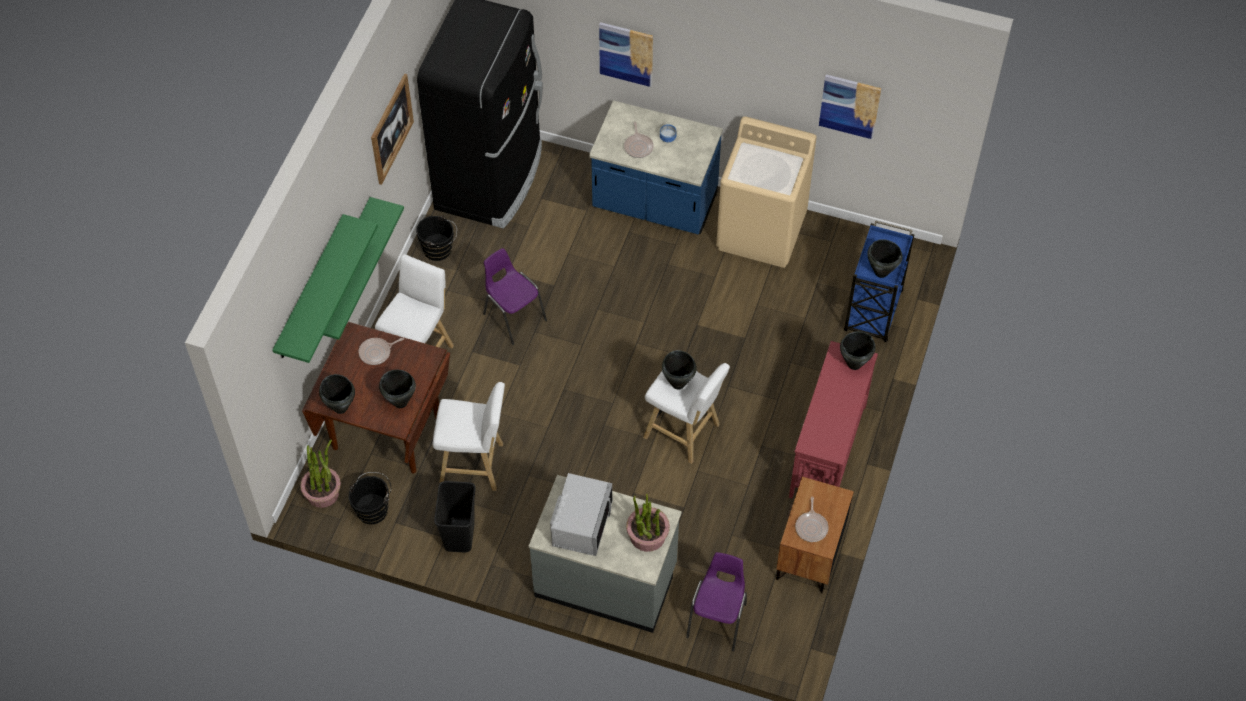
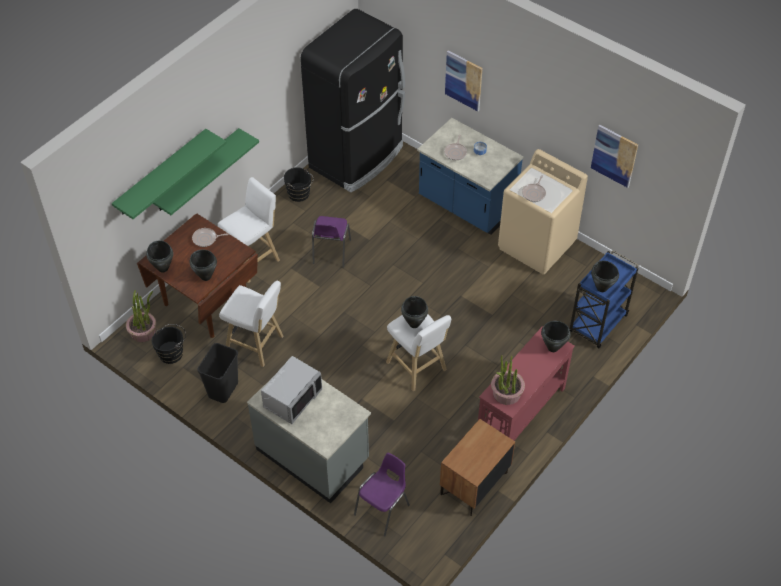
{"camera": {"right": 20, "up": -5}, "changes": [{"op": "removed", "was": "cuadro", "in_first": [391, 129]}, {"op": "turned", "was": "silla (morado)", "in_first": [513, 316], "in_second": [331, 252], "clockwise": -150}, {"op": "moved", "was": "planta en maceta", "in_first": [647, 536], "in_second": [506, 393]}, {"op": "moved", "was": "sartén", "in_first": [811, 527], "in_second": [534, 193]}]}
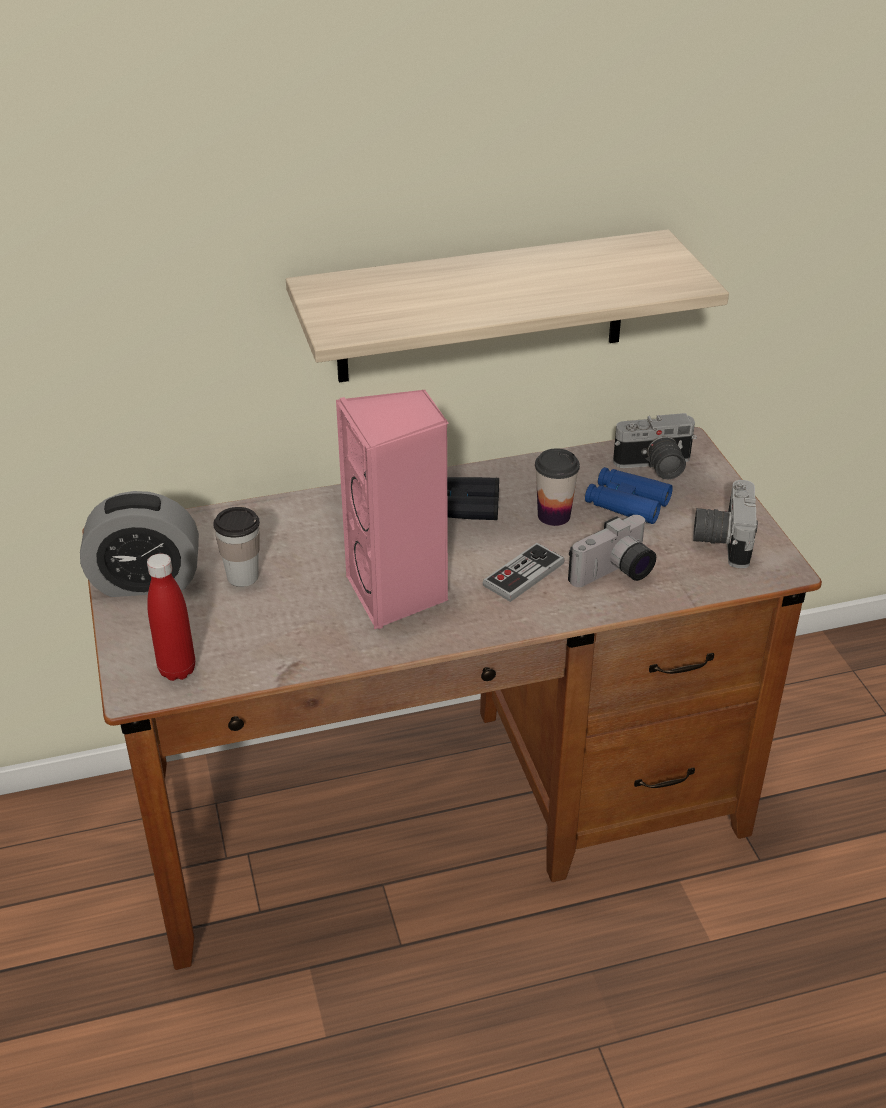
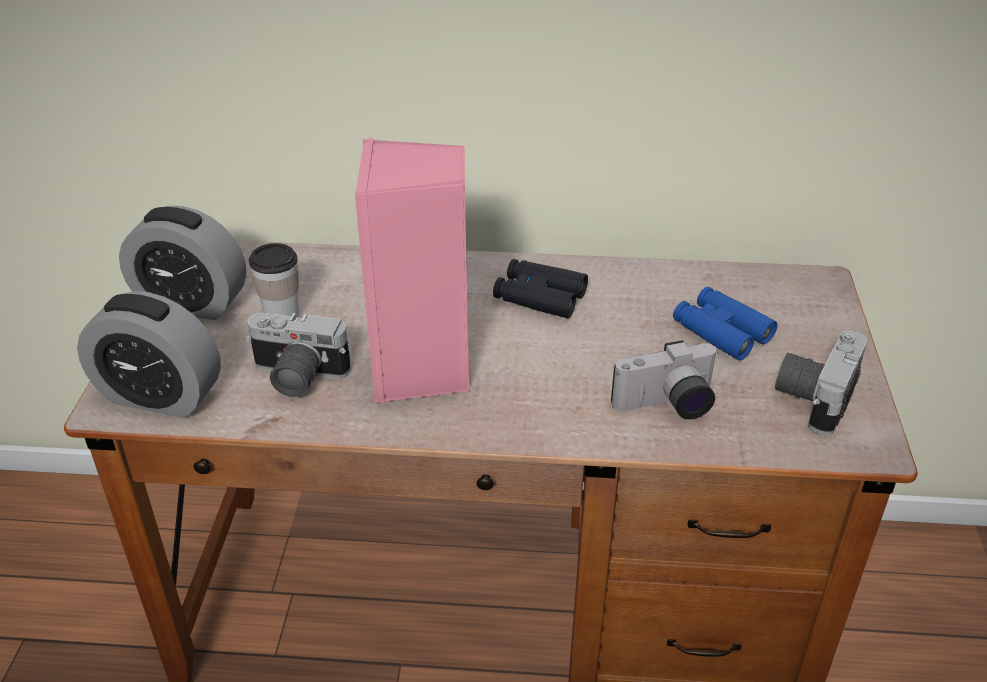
{"camera": {"right": 20, "up": 0}, "changes": [{"op": "replaced", "was": "botella (rojo)", "now": "despertador", "in_first": [177, 670], "in_second": [160, 396]}, {"op": "removed", "was": "estante", "in_first": [482, 307]}, {"op": "removed", "was": "mando de consola", "in_first": [523, 574]}, {"op": "removed", "was": "taza", "in_first": [554, 516]}, {"op": "moved", "was": "cámara", "in_first": [655, 467], "in_second": [296, 377]}]}
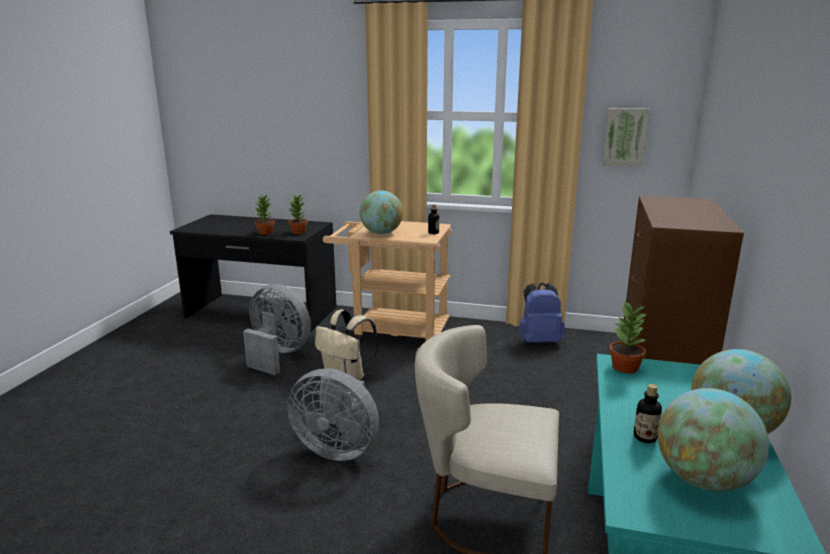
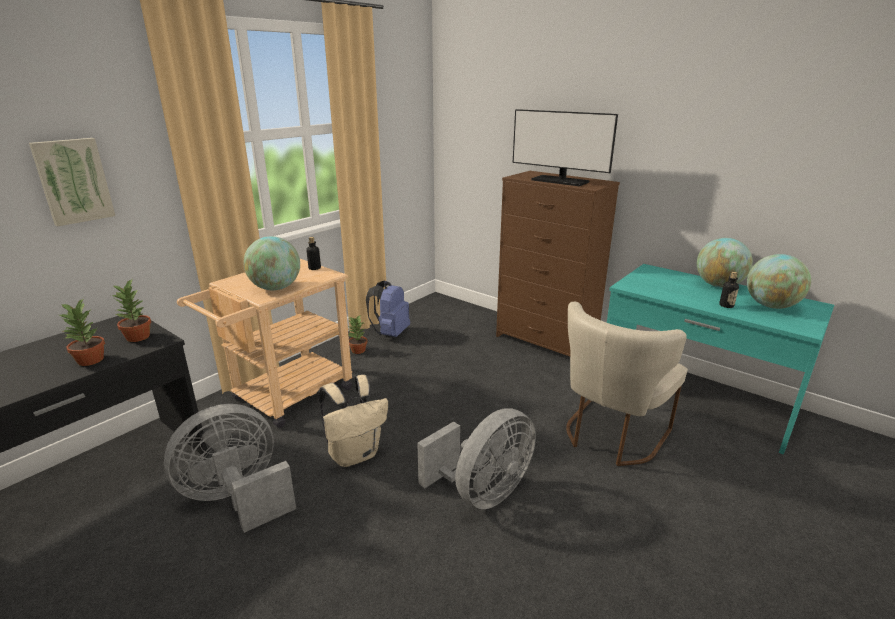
{"camera": {"right": -65, "up": 5}, "changes": [{"op": "moved", "was": "cuadro", "in_first": [625, 137], "in_second": [73, 181]}, {"op": "moved", "was": "planta en maceta", "in_first": [624, 367], "in_second": [358, 350]}, {"op": "added", "now": "monitor", "in_second": [560, 181]}]}
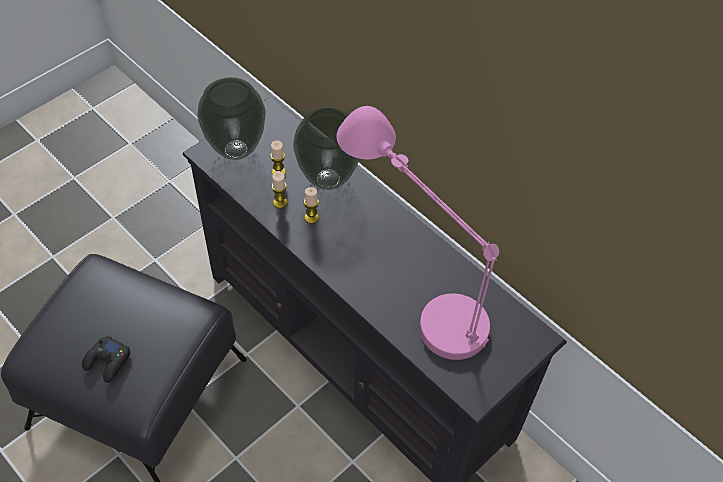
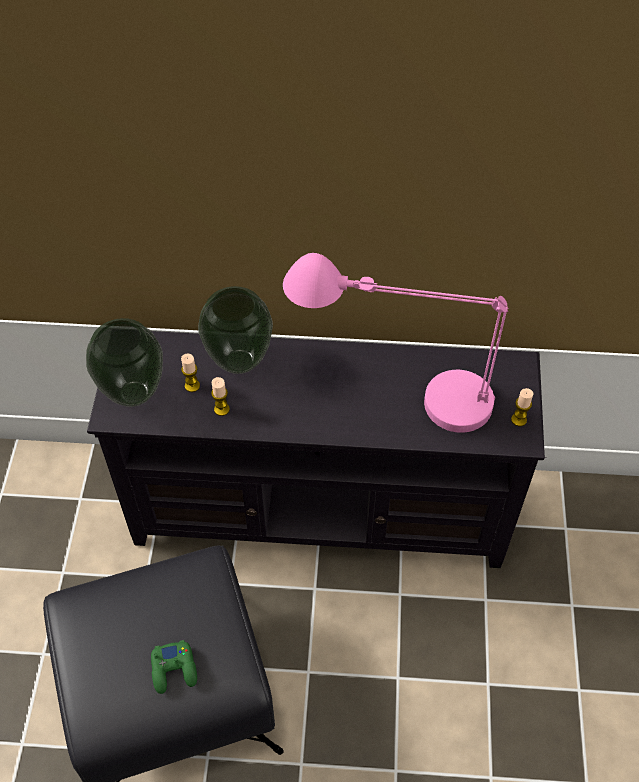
{"camera": {"right": -40, "up": 0}, "changes": [{"op": "recoloured", "was": "mando de consola (negro)", "now": "mando de consola (verde)", "in_first": [107, 362], "in_second": [174, 669]}, {"op": "moved", "was": "vela", "in_first": [311, 217], "in_second": [518, 419]}]}
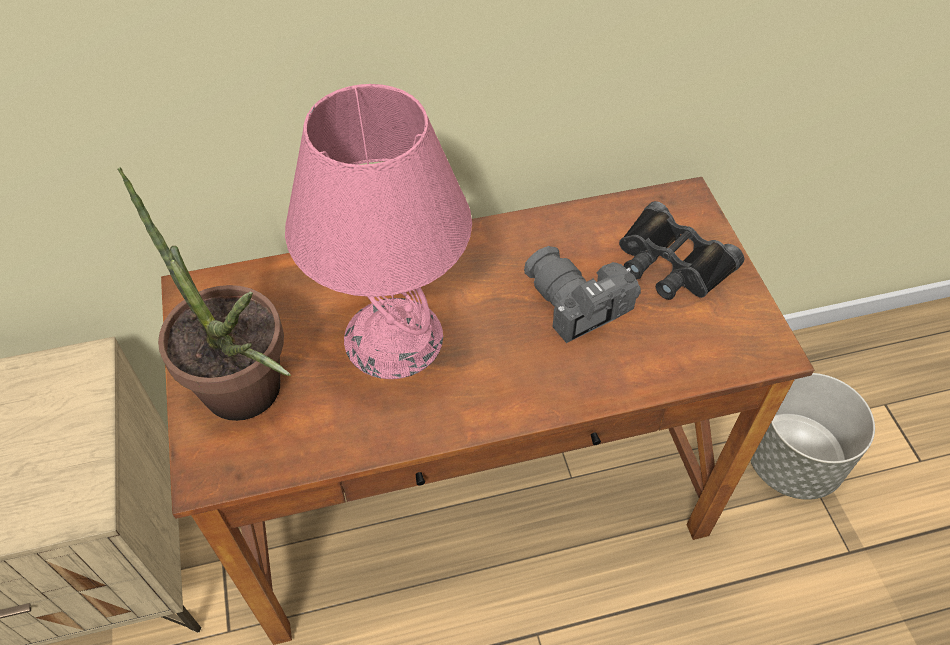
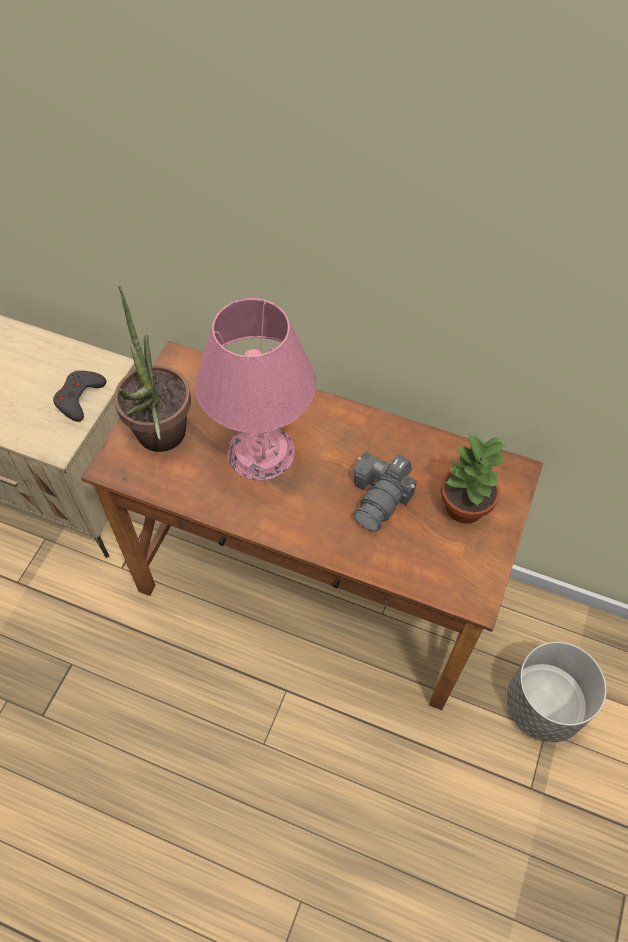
{"camera": {"right": 35, "up": 5}, "changes": [{"op": "turned", "was": "cámara", "in_first": [576, 306], "in_second": [380, 498], "clockwise": -150}, {"op": "replaced", "was": "prismáticos (negro)", "now": "planta en maceta", "in_first": [671, 263], "in_second": [465, 507]}, {"op": "added", "now": "mando de consola (gris)", "in_second": [79, 397]}]}
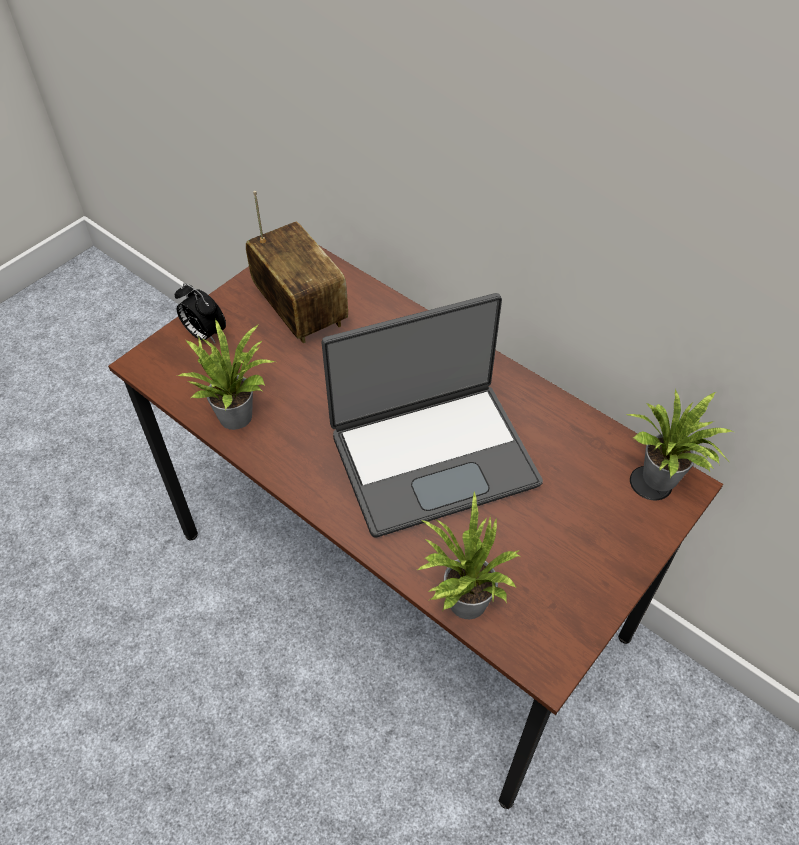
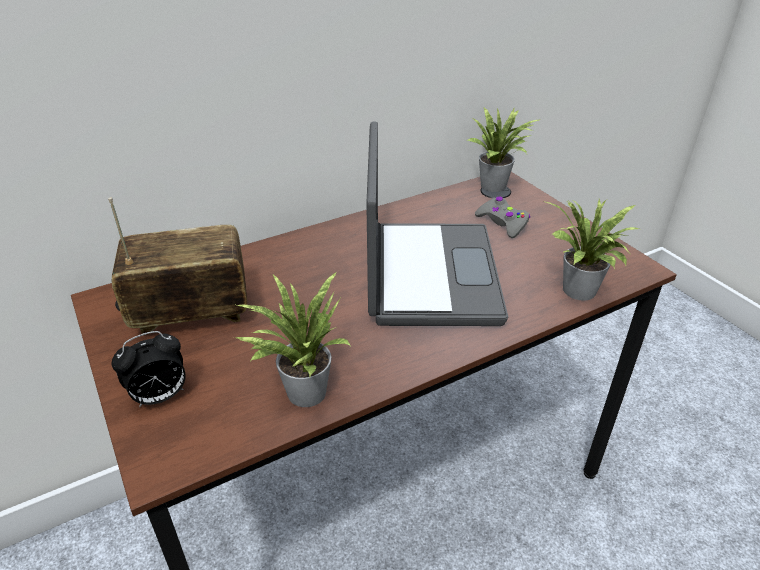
{"camera": {"right": -70, "up": -15}, "changes": [{"op": "added", "now": "mando de consola (gris)", "in_second": [502, 223]}]}
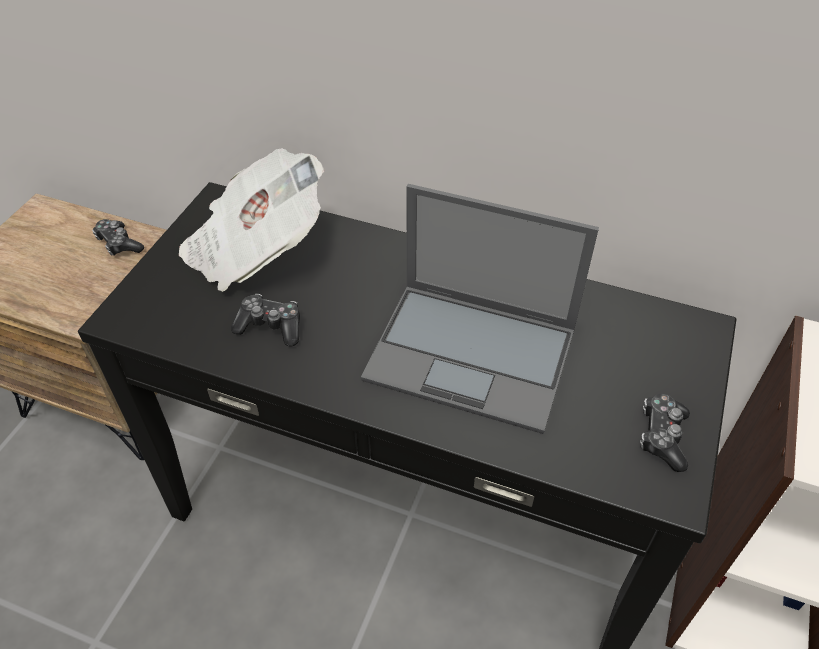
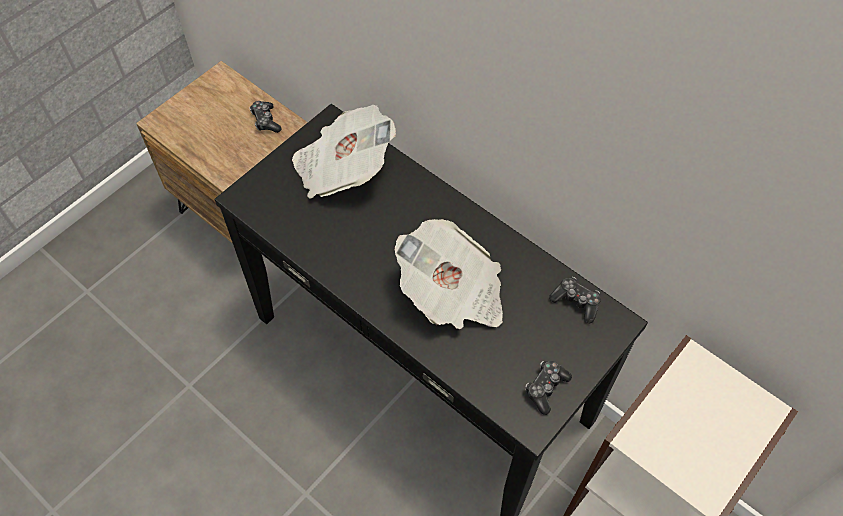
{"camera": {"right": 20, "up": 10}, "changes": [{"op": "moved", "was": "mando de consola", "in_first": [270, 326], "in_second": [576, 302]}, {"op": "replaced", "was": "portátil", "now": "periódico", "in_first": [473, 354], "in_second": [452, 293]}]}
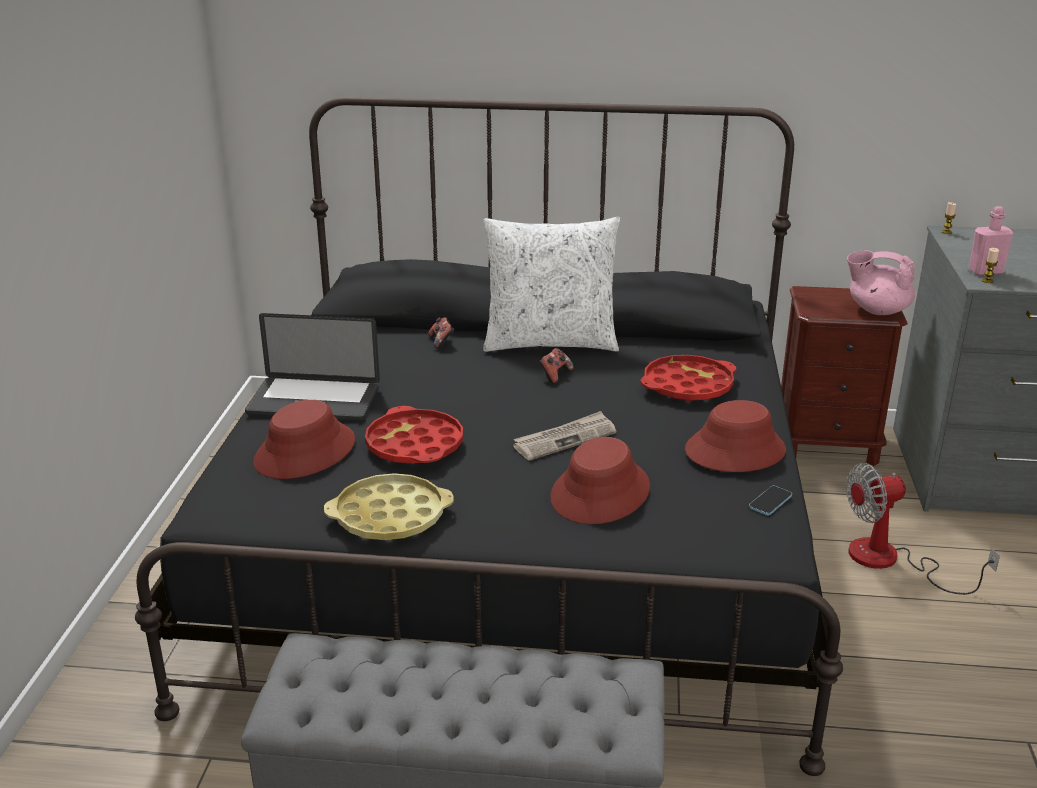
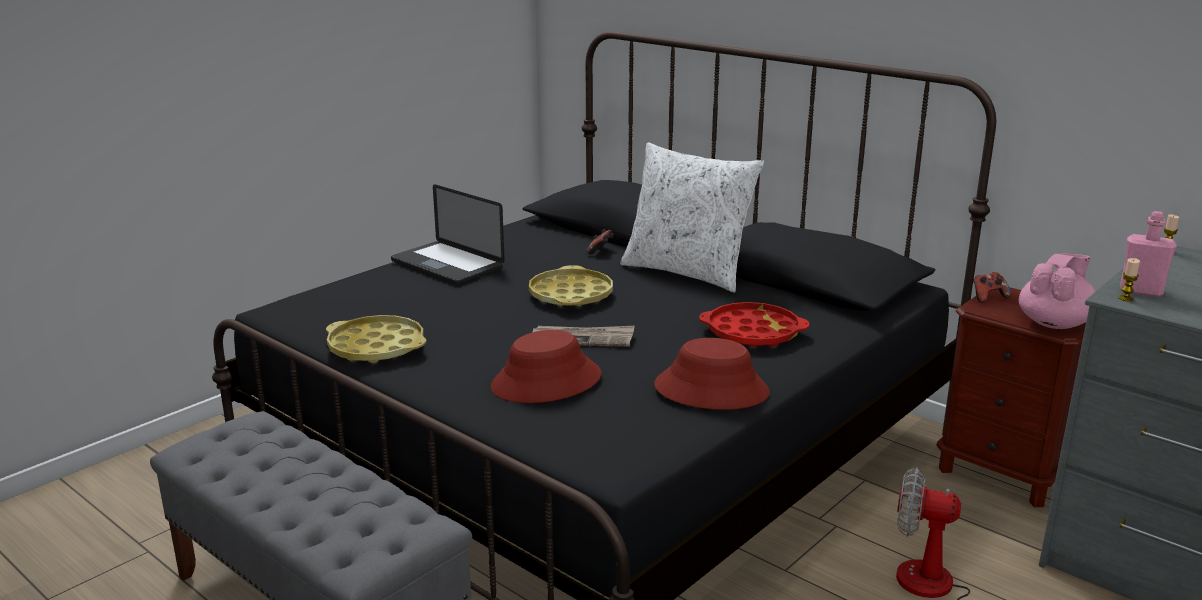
{"camera": {"right": 35, "up": -5}, "changes": [{"op": "removed", "was": "sombrero (rojo)", "in_first": [305, 452]}, {"op": "removed", "was": "bandeja (rojo)", "in_first": [414, 445]}, {"op": "moved", "was": "mando de consola", "in_first": [555, 375], "in_second": [988, 297]}, {"op": "removed", "was": "móvil", "in_first": [770, 502]}, {"op": "turned", "was": "tetera (rosa)", "in_first": [877, 310], "in_second": [1055, 323], "clockwise": 75}, {"op": "added", "now": "bandeja (amarillo)", "in_second": [570, 295]}]}
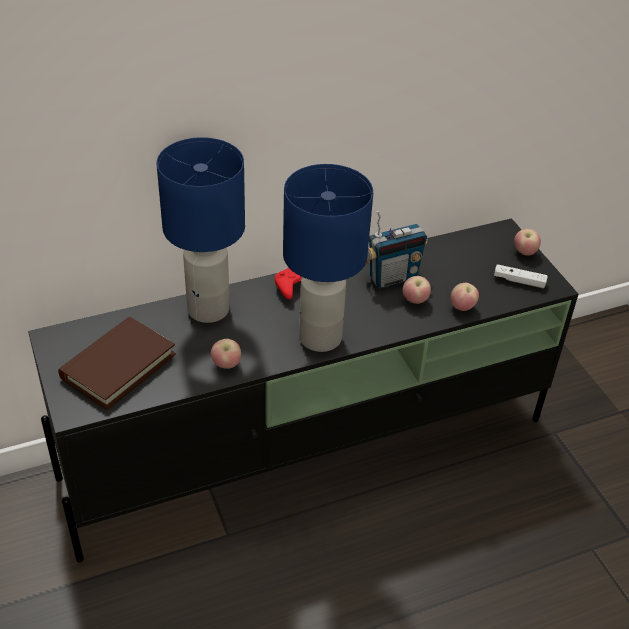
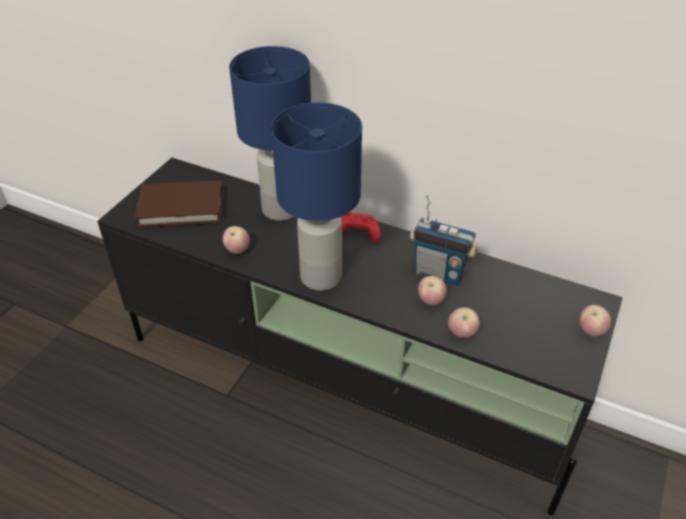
{"camera": {"right": 50, "up": 0}, "changes": [{"op": "removed", "was": "mando de consola (blanco)", "in_first": [519, 281]}]}
